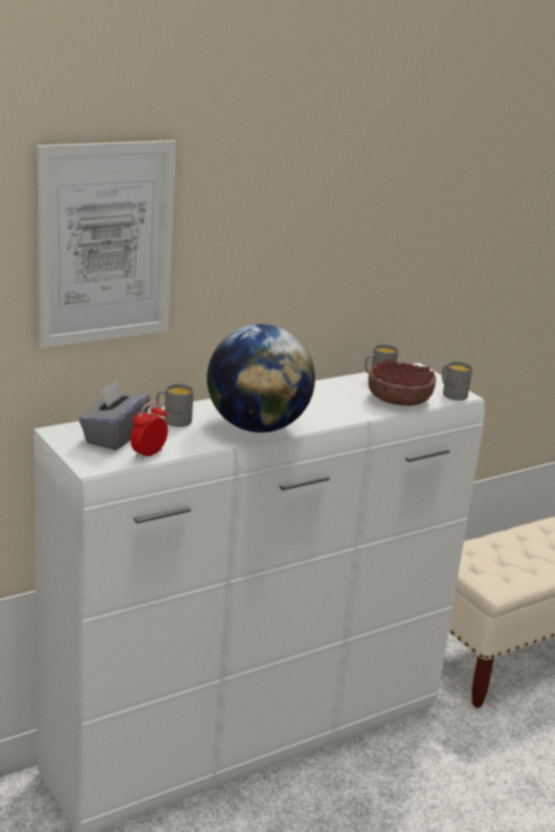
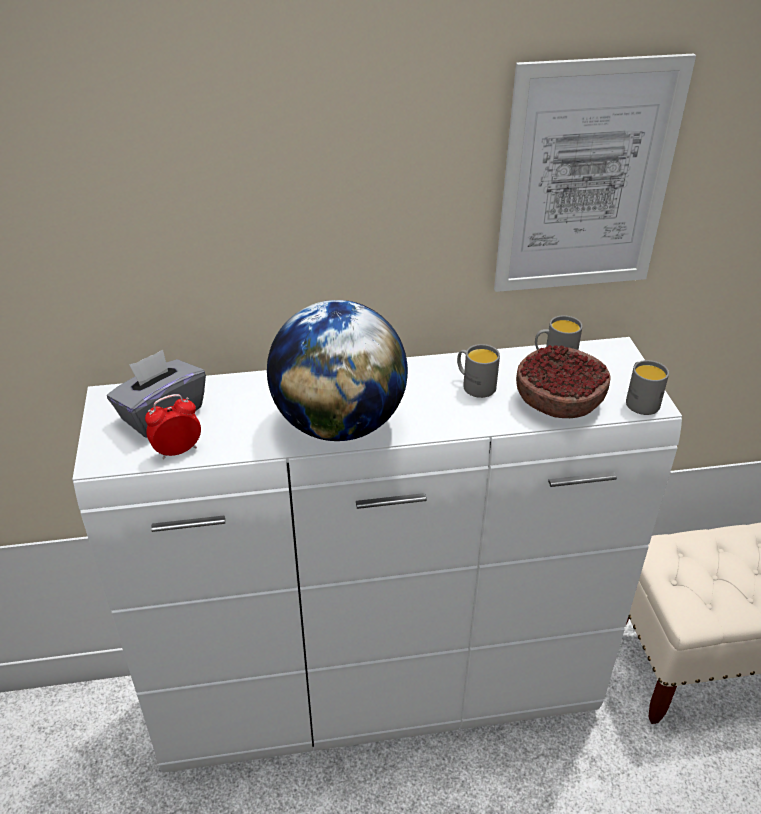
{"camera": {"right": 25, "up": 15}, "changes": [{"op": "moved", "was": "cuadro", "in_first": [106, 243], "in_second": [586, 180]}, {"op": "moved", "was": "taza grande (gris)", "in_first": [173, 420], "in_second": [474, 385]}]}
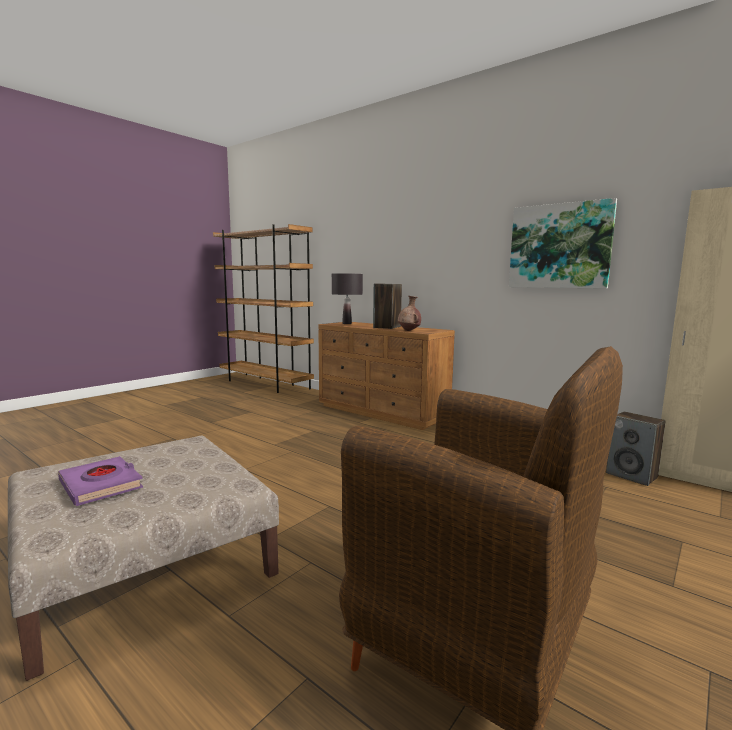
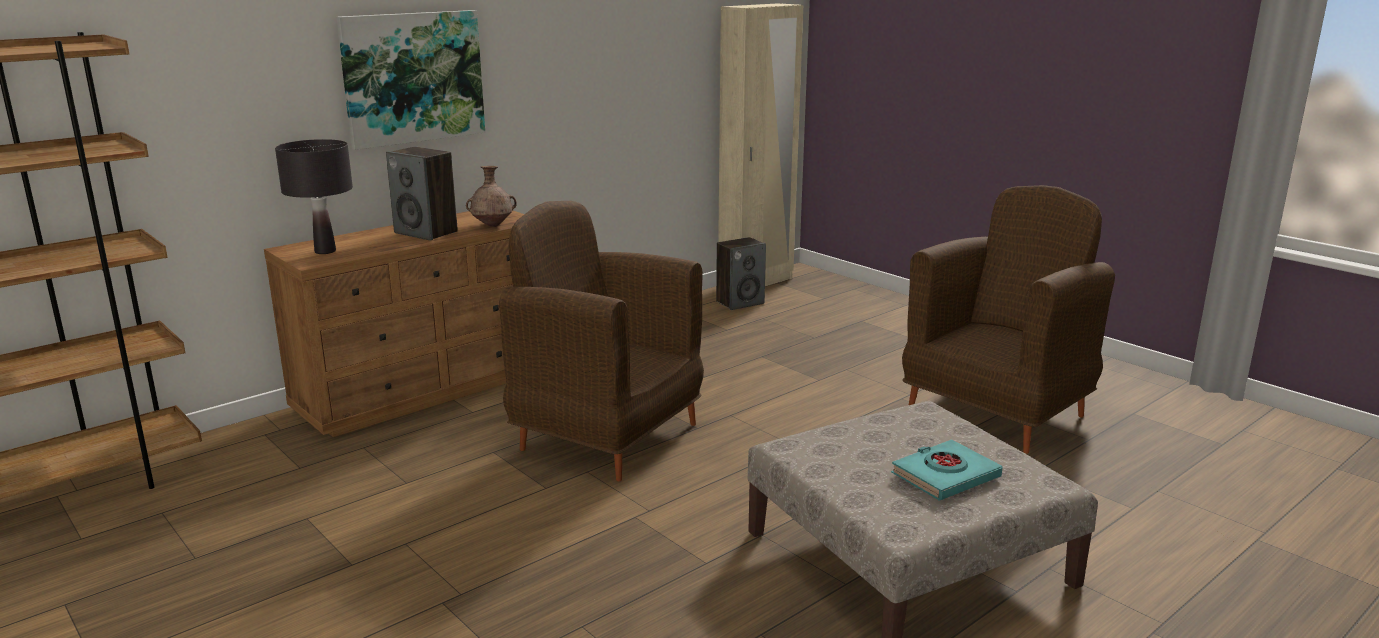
{"camera": {"right": -80, "up": 10}, "changes": [{"op": "recoloured", "was": "libro (morado)", "now": "libro (turquesa)", "in_first": [101, 485], "in_second": [945, 476]}, {"op": "moved", "was": "cuadro", "in_first": [559, 246], "in_second": [413, 77]}, {"op": "added", "now": "sillón (marrón)", "in_second": [606, 436]}]}
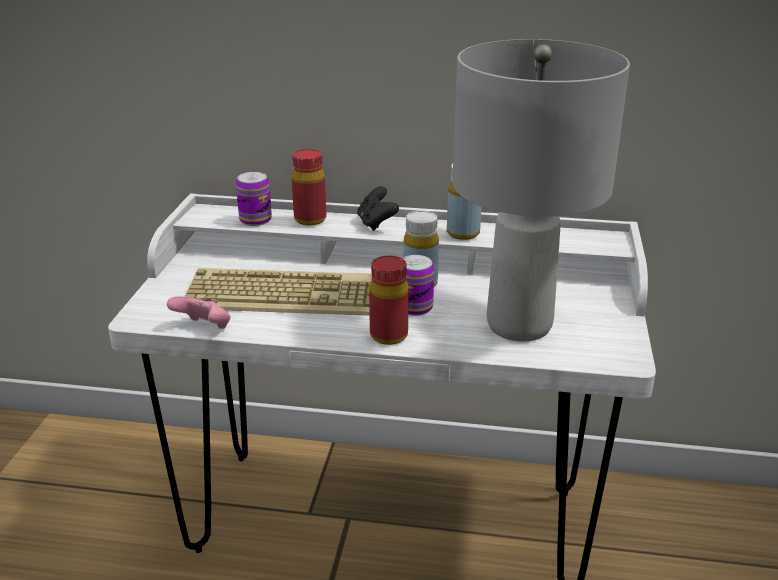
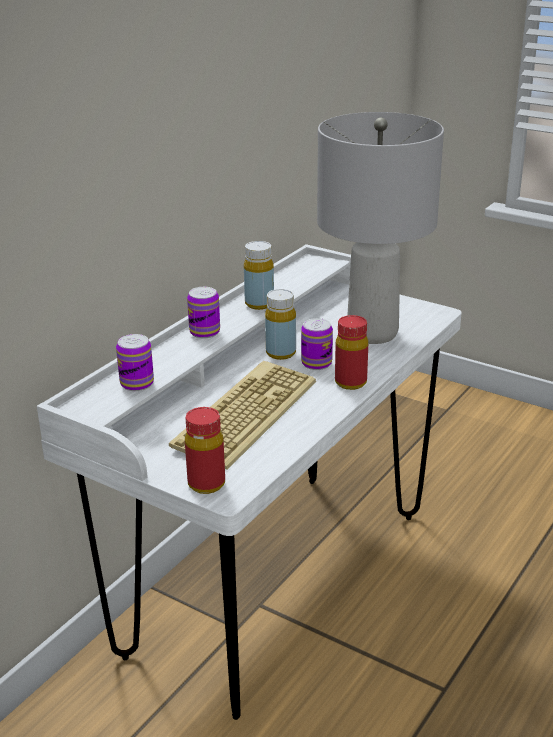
{"camera": {"right": -65, "up": 0}, "changes": [{"op": "removed", "was": "mando de consola (rosa)", "in_first": [204, 328]}, {"op": "moved", "was": "botella (rojo)", "in_first": [310, 219], "in_second": [206, 484]}, {"op": "replaced", "was": "mando de consola (negro)", "now": "lata", "in_first": [376, 223], "in_second": [204, 332]}]}
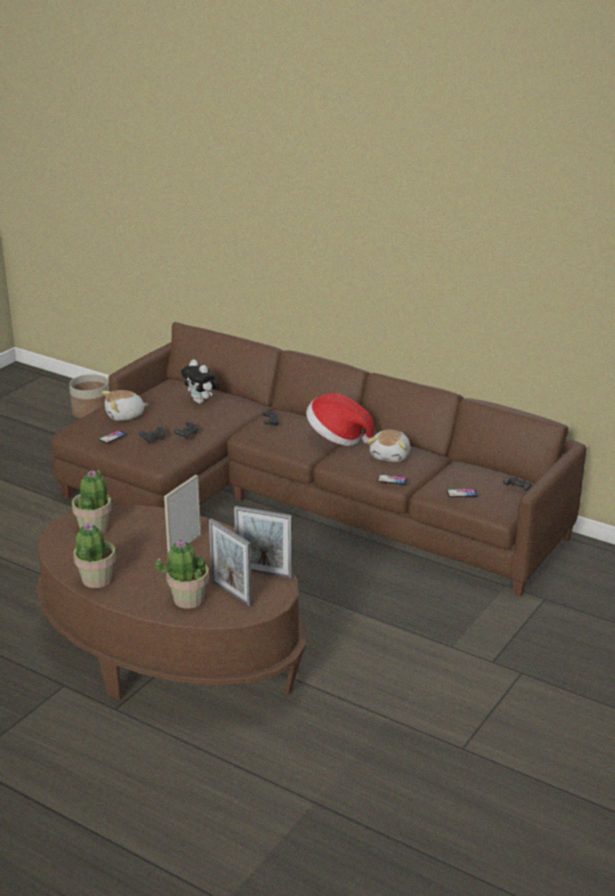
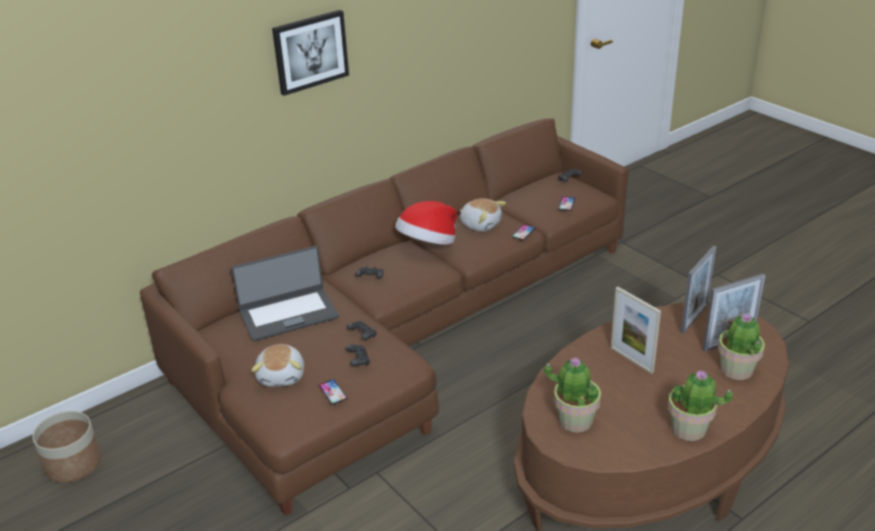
{"camera": {"right": -70, "up": 5}, "changes": [{"op": "replaced", "was": "peluche", "now": "portátil", "in_first": [201, 402], "in_second": [288, 314]}, {"op": "added", "now": "cuadro", "in_second": [310, 51]}]}
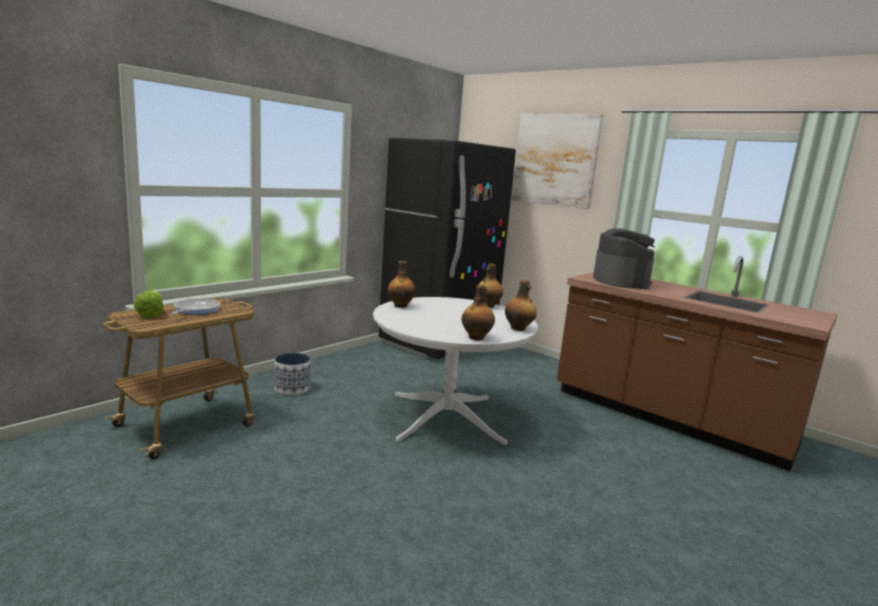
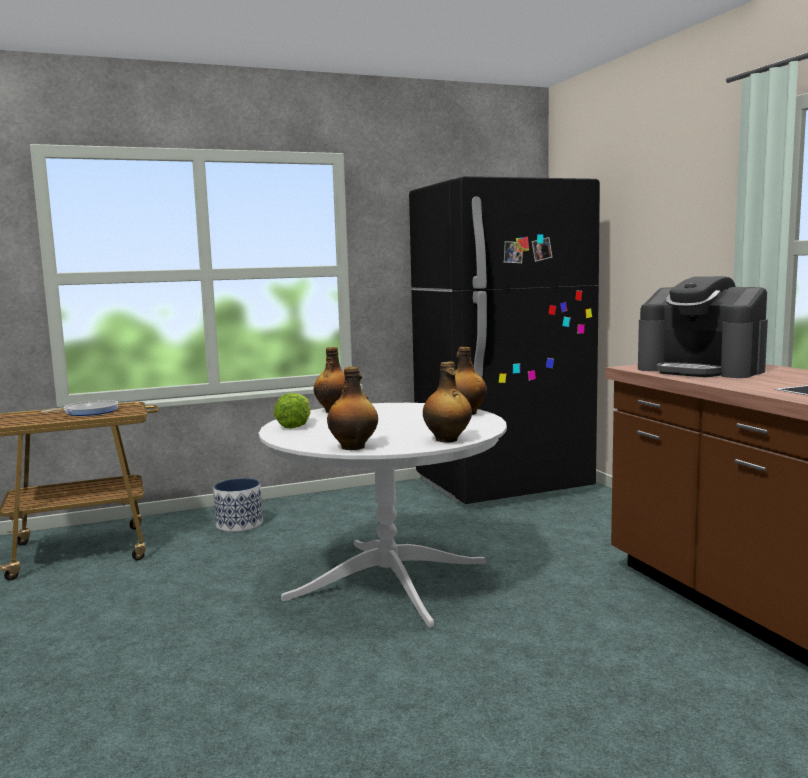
{"camera": {"right": 30, "up": -5}, "changes": [{"op": "moved", "was": "lechuga", "in_first": [150, 314], "in_second": [295, 425]}, {"op": "removed", "was": "cuadro", "in_first": [555, 160]}, {"op": "turned", "was": "cafetera", "in_first": [620, 281], "in_second": [701, 370], "clockwise": 105}]}
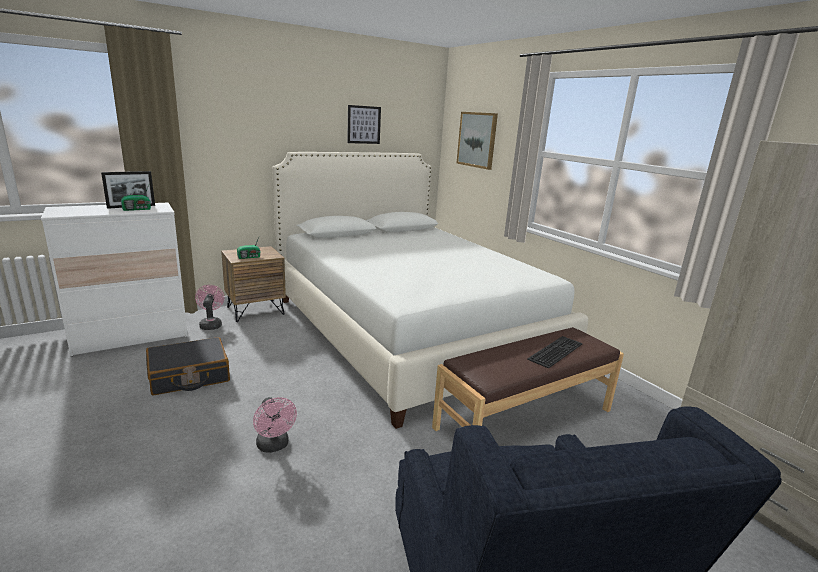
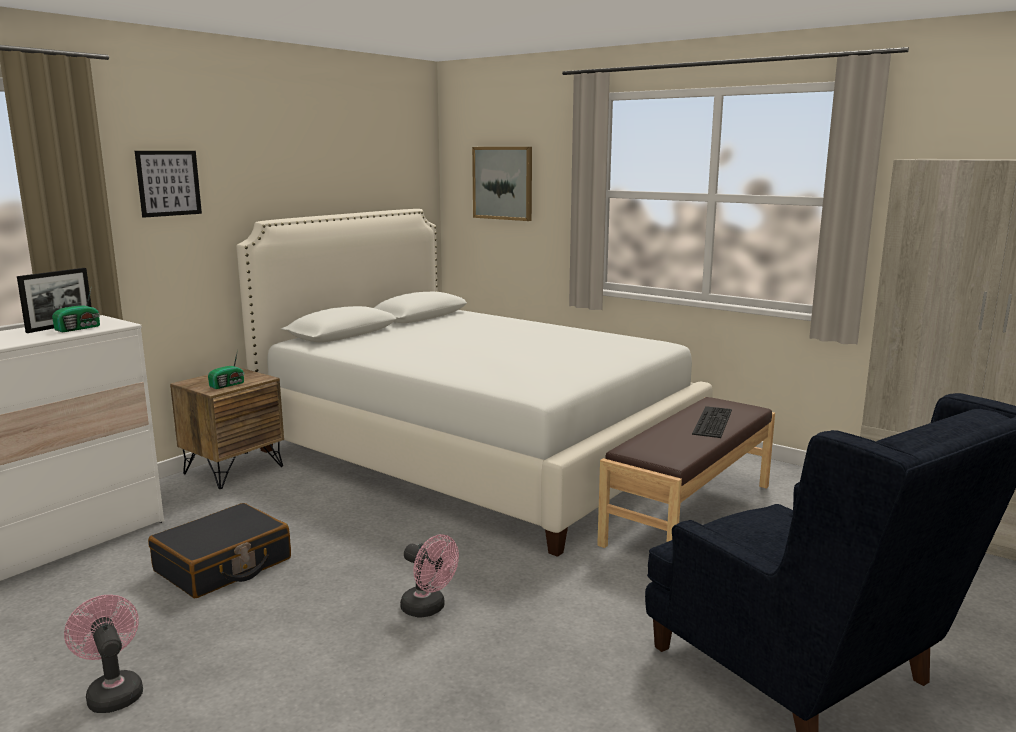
{"camera": {"right": -20, "up": -5}, "changes": [{"op": "moved", "was": "ventilador (rosa)", "in_first": [211, 324], "in_second": [113, 692]}, {"op": "moved", "was": "cuadro", "in_first": [364, 124], "in_second": [168, 183]}]}
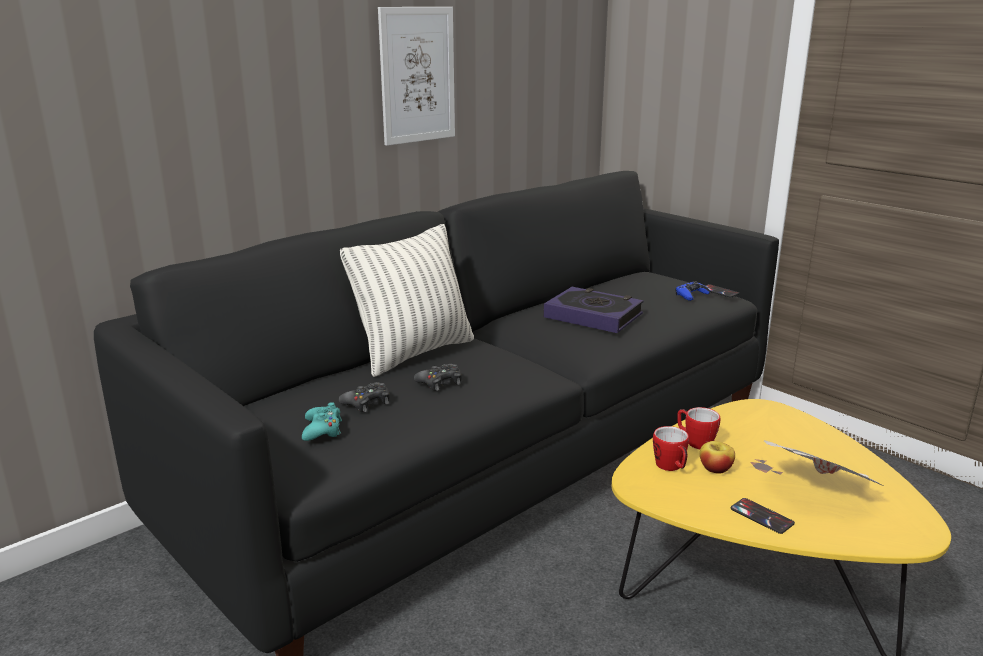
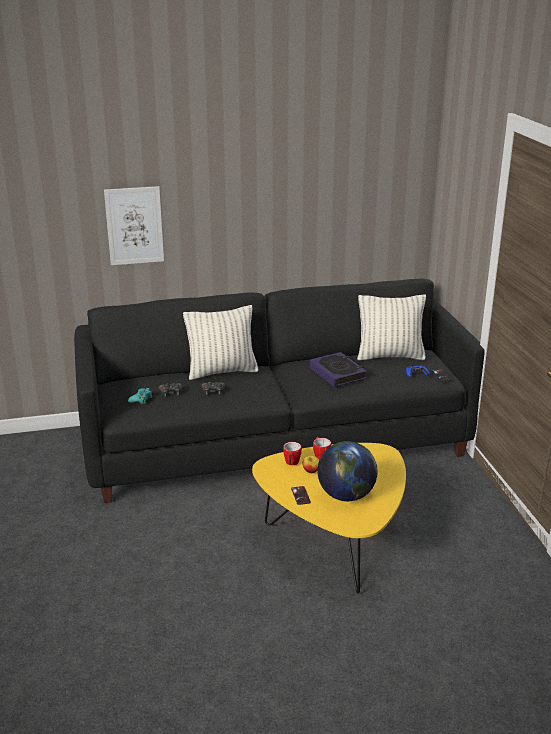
{"camera": {"right": 30, "up": 5}, "changes": [{"op": "moved", "was": "cuadro", "in_first": [417, 75], "in_second": [134, 226]}, {"op": "replaced", "was": "periódico", "now": "globo terráqueo", "in_first": [821, 490], "in_second": [346, 495]}, {"op": "added", "now": "cojín", "in_second": [390, 356]}]}
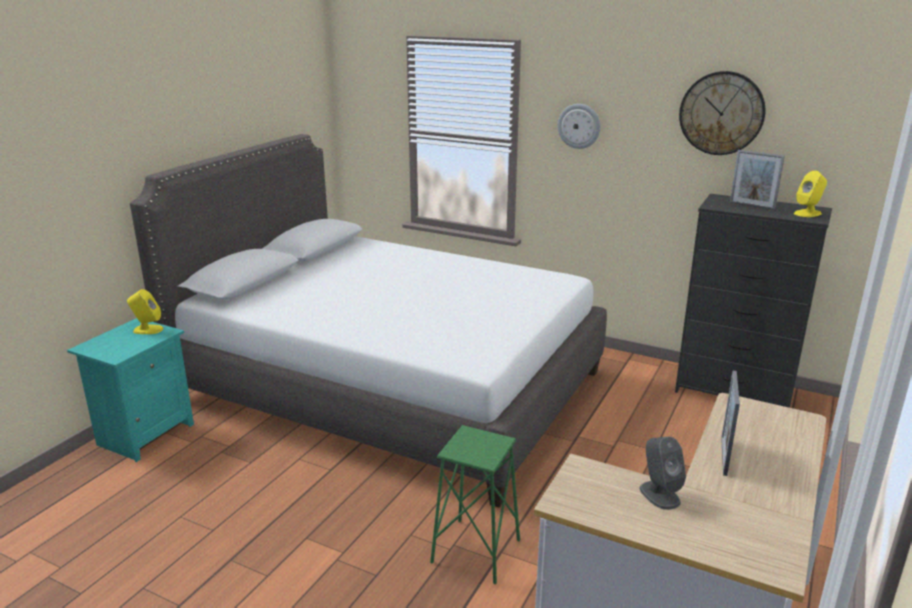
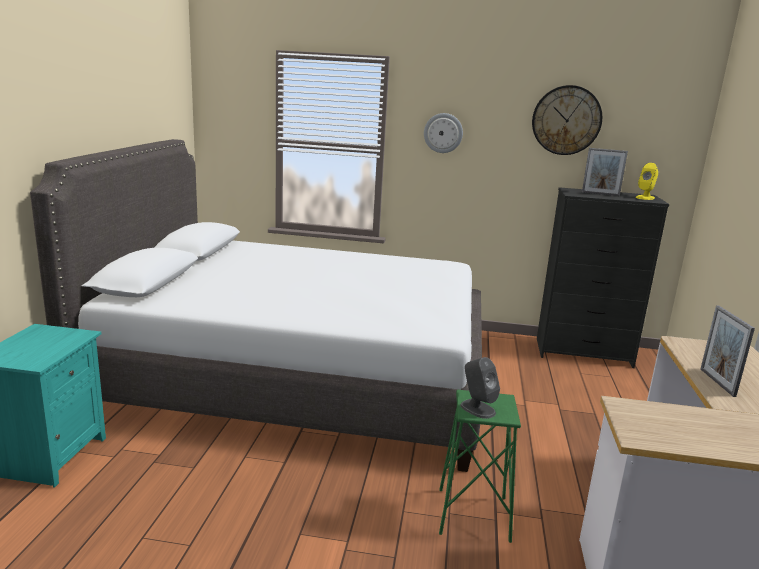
{"camera": {"right": -20, "up": -5}, "changes": [{"op": "removed", "was": "altavoz (amarillo)", "in_first": [147, 330]}, {"op": "moved", "was": "altavoz (gris)", "in_first": [659, 494], "in_second": [477, 408]}]}
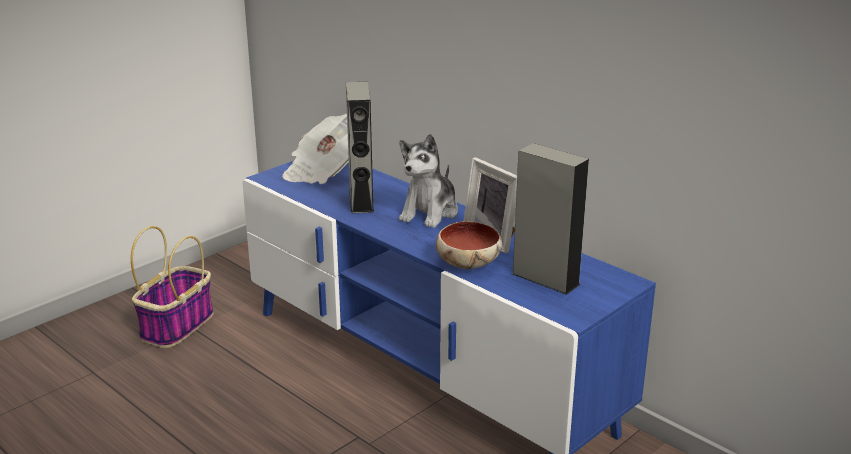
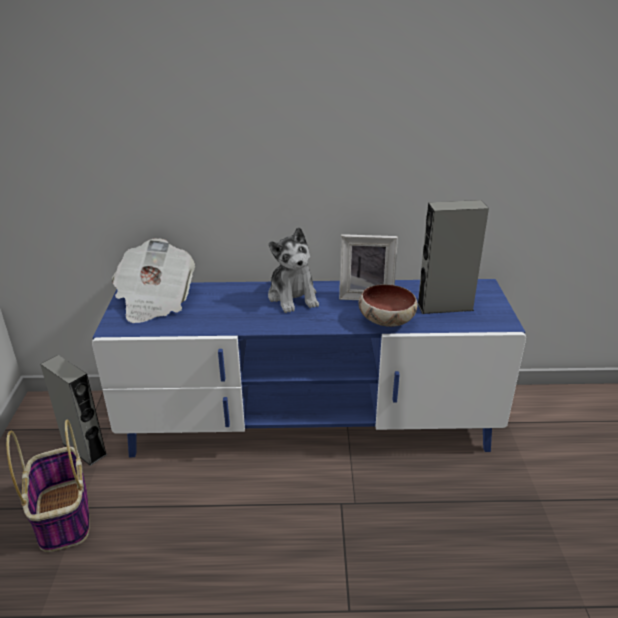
{"camera": {"right": -45, "up": 5}, "changes": [{"op": "moved", "was": "altavoz (gris)", "in_first": [361, 200], "in_second": [84, 449]}]}
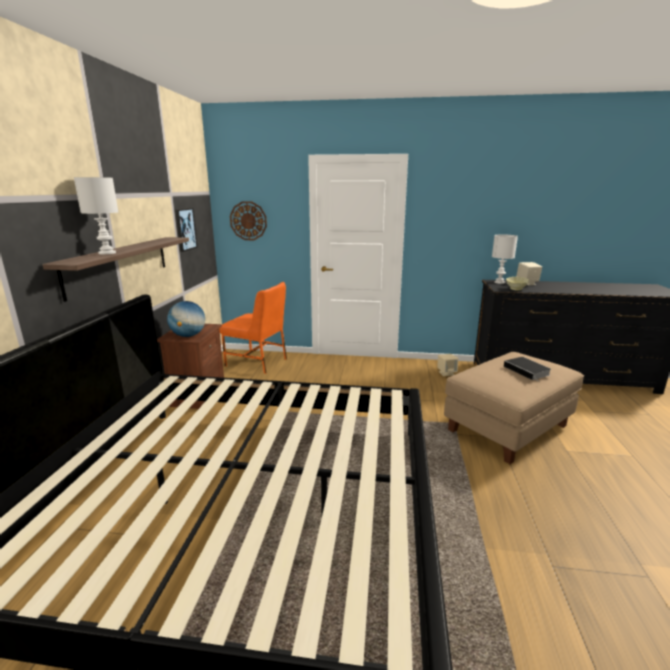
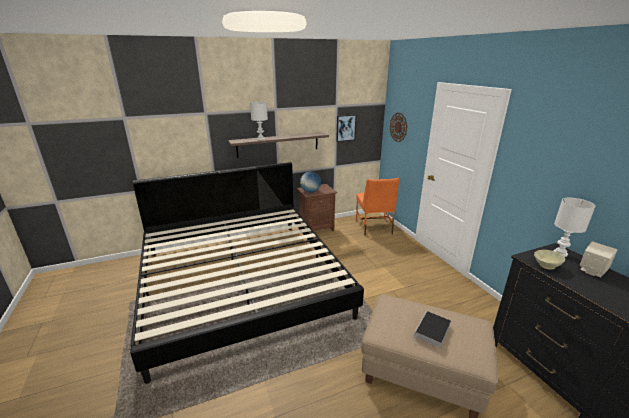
{"camera": {"right": 60, "up": 5}, "changes": [{"op": "removed", "was": "altavoz (beis)", "in_first": [446, 373]}]}
